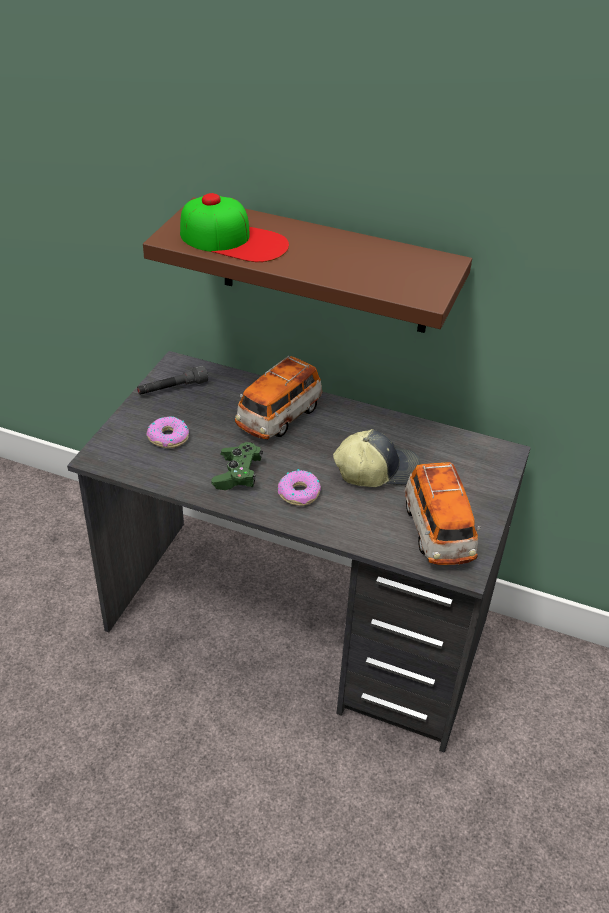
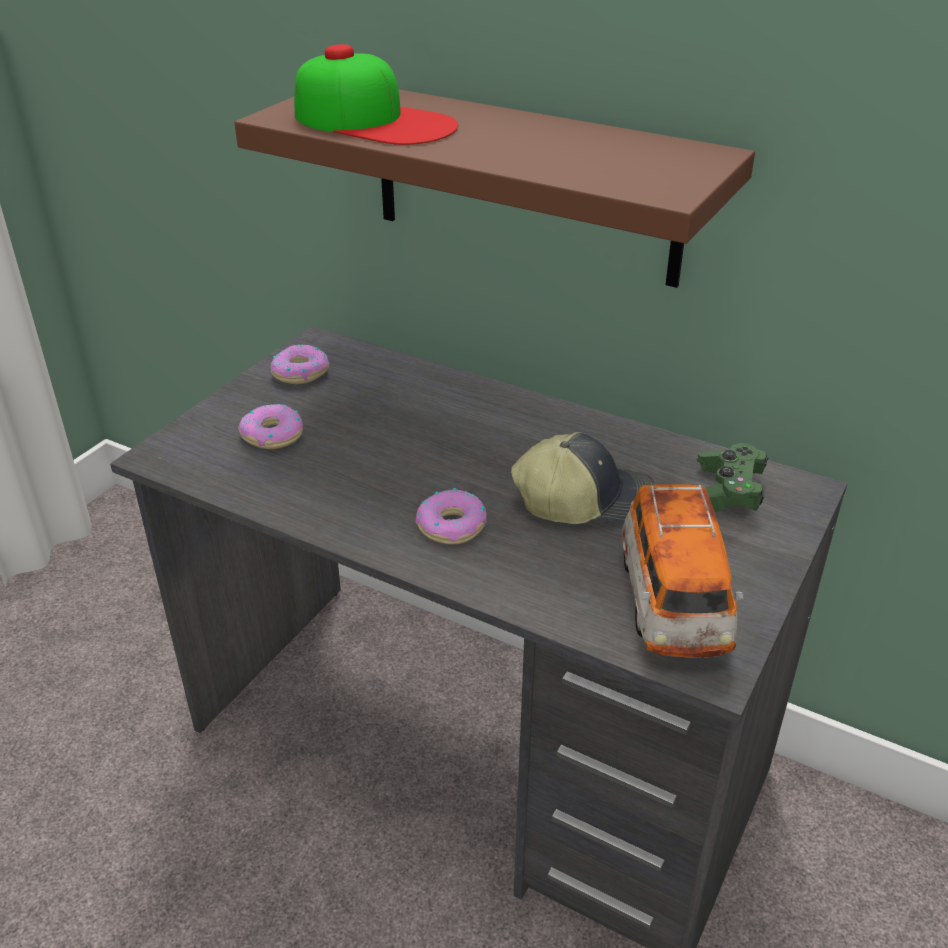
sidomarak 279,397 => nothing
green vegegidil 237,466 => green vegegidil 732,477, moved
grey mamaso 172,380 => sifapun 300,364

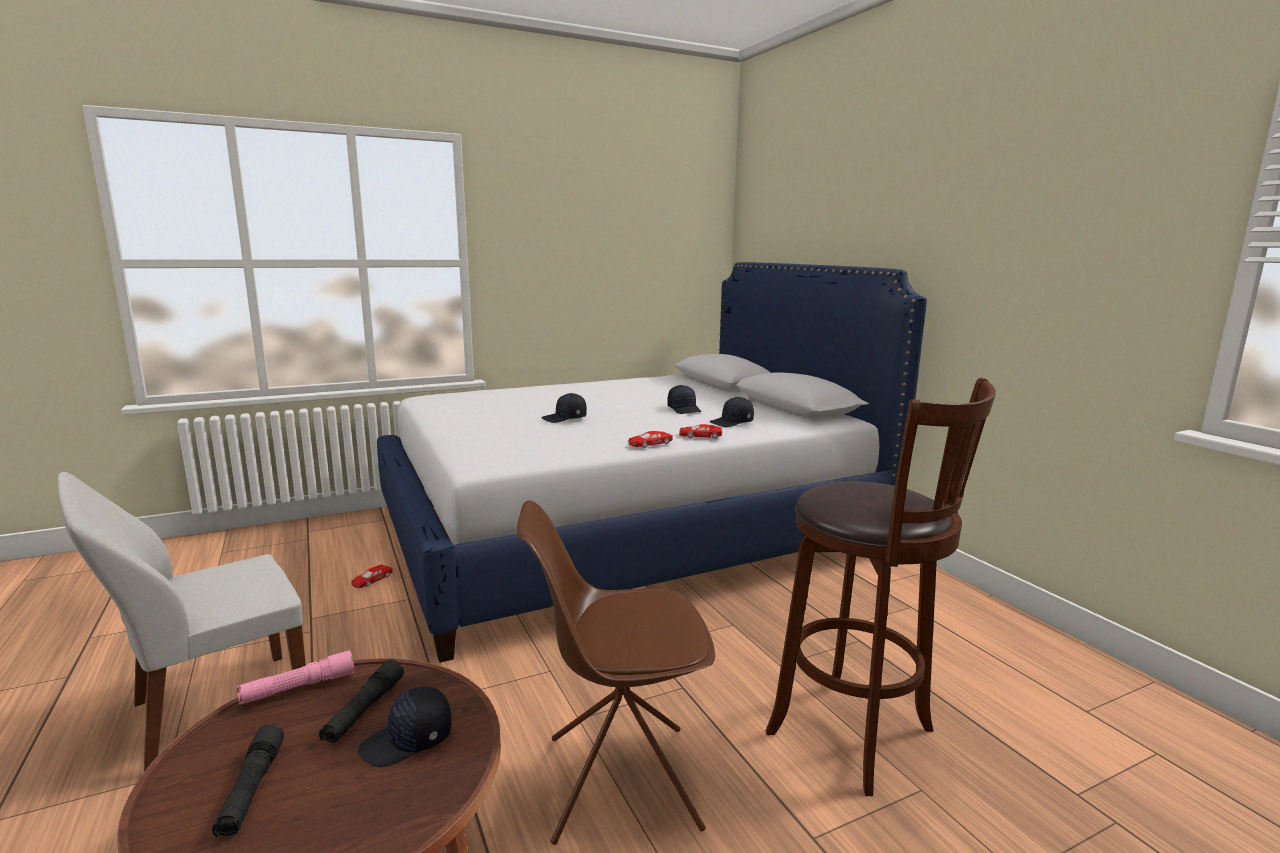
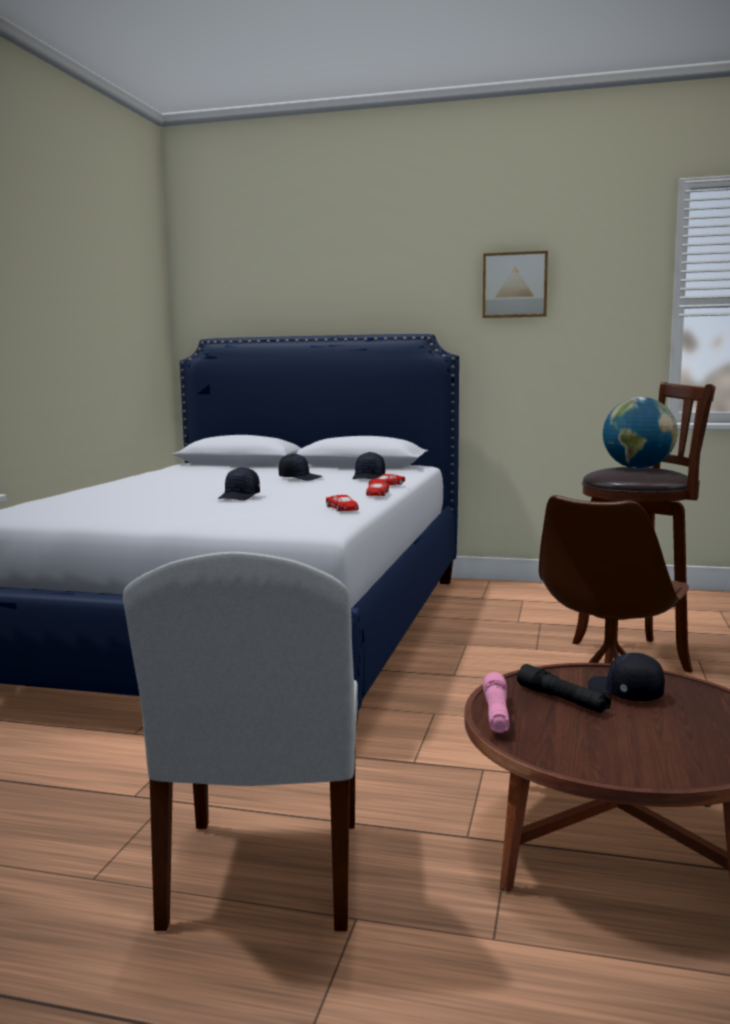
black mamaso 248,780 => nothing
nothing => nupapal 515,284
nothing => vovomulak 640,433
red sidomarak 372,576 => red sidomarak 342,503, moved
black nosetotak 404,727 => black nosetotak 626,677, 135 degrees clockwise

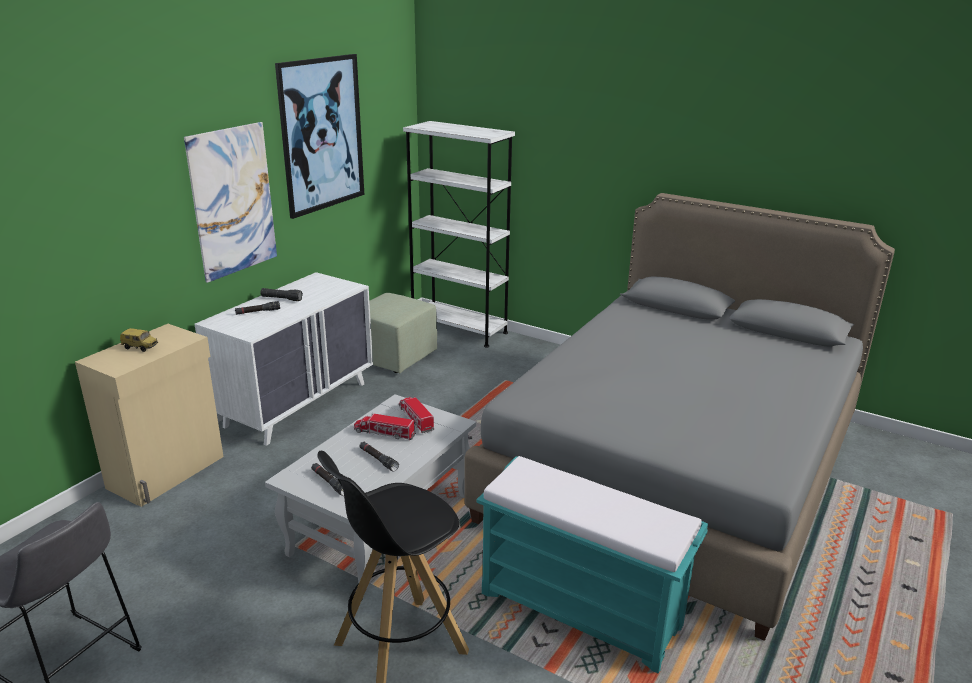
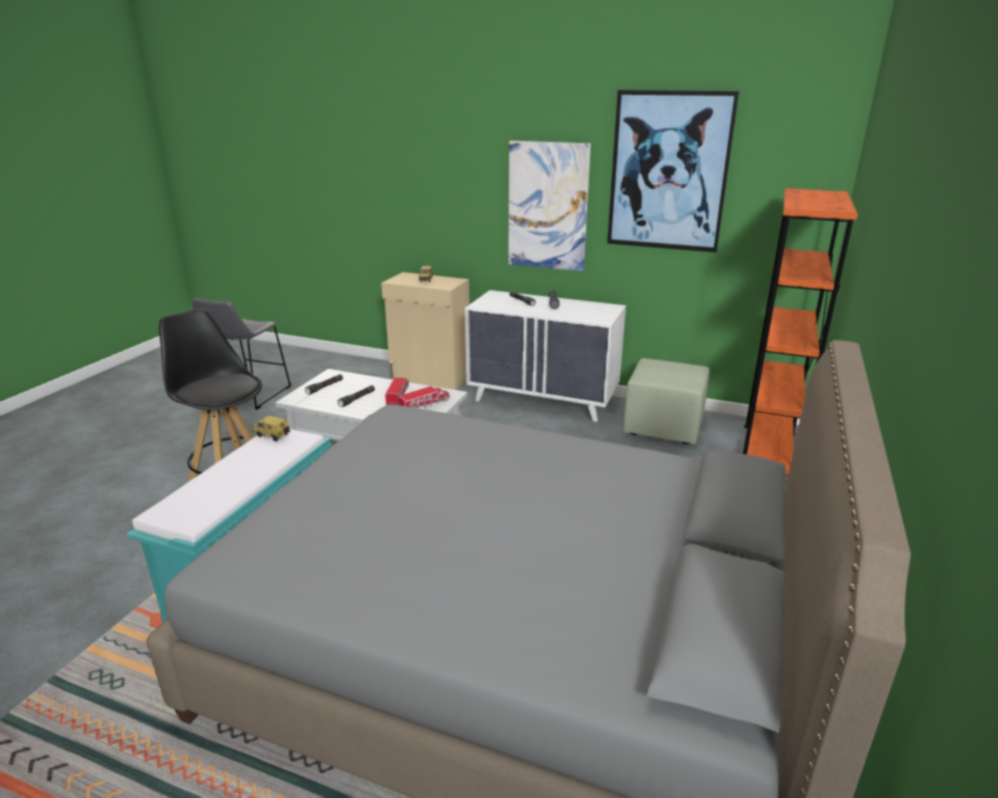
nothing => sidomarak 271,428
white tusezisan 459,234 => orange tusezisan 800,332

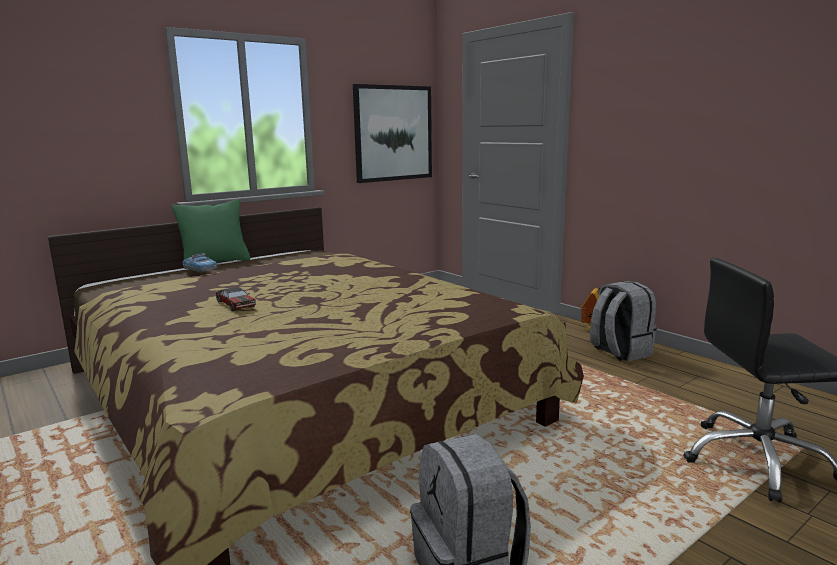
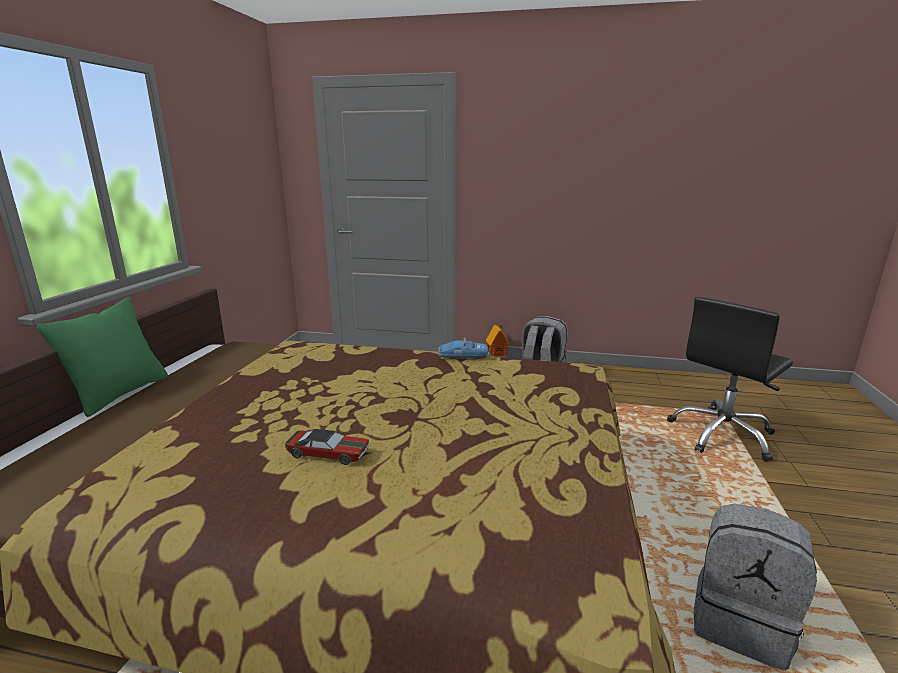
nupapal 392,133 => nothing
sidomarak 199,262 => sidomarak 463,348, moved

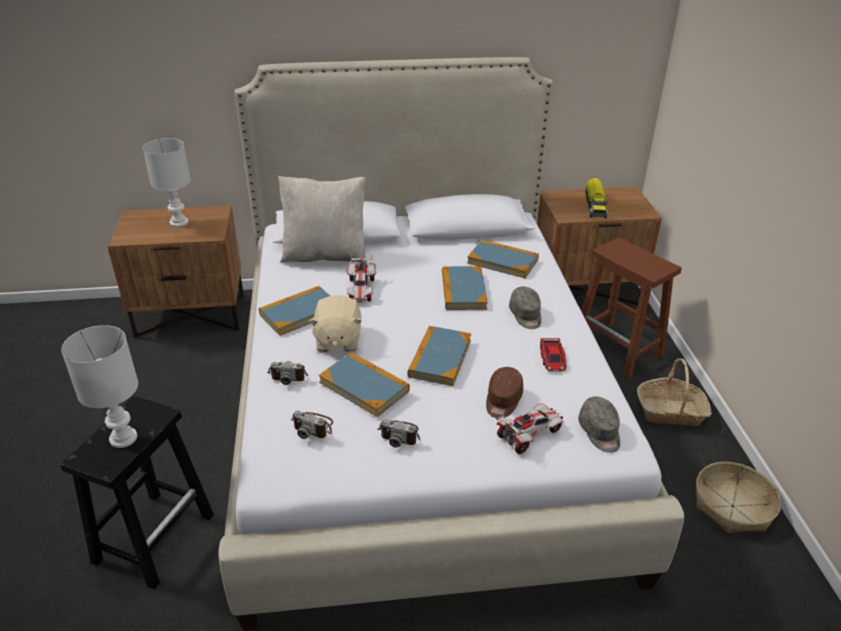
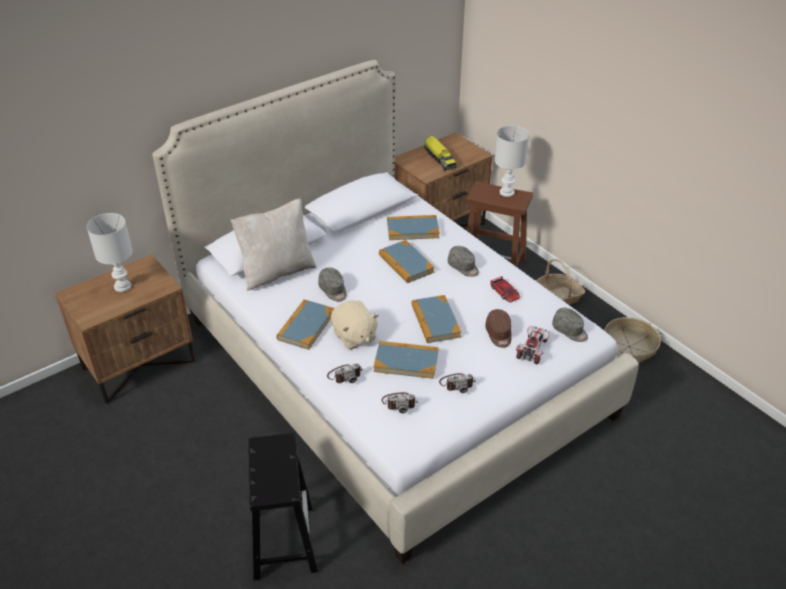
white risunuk 99,386 => white risunuk 511,161, moved
sidomarak 361,278 => grey nosetotak 332,284

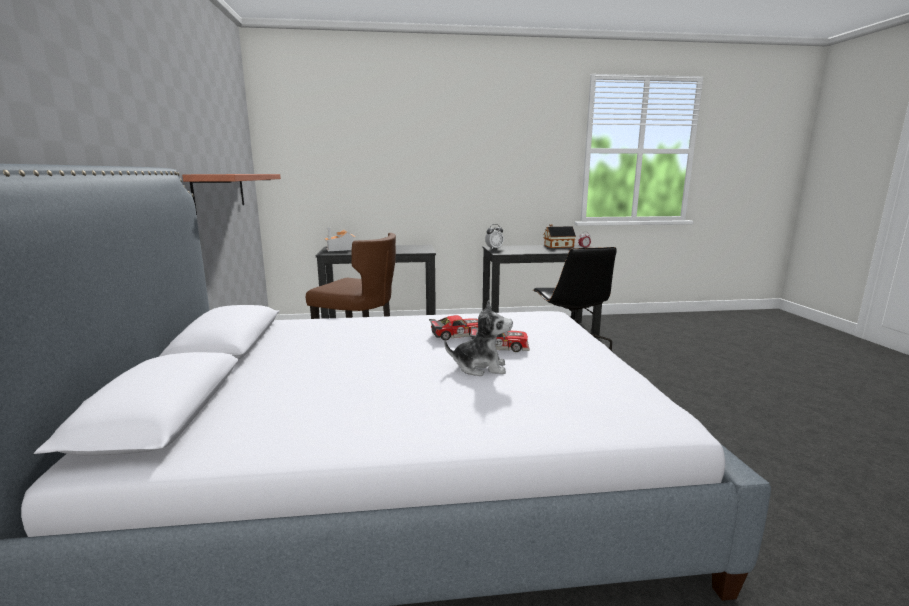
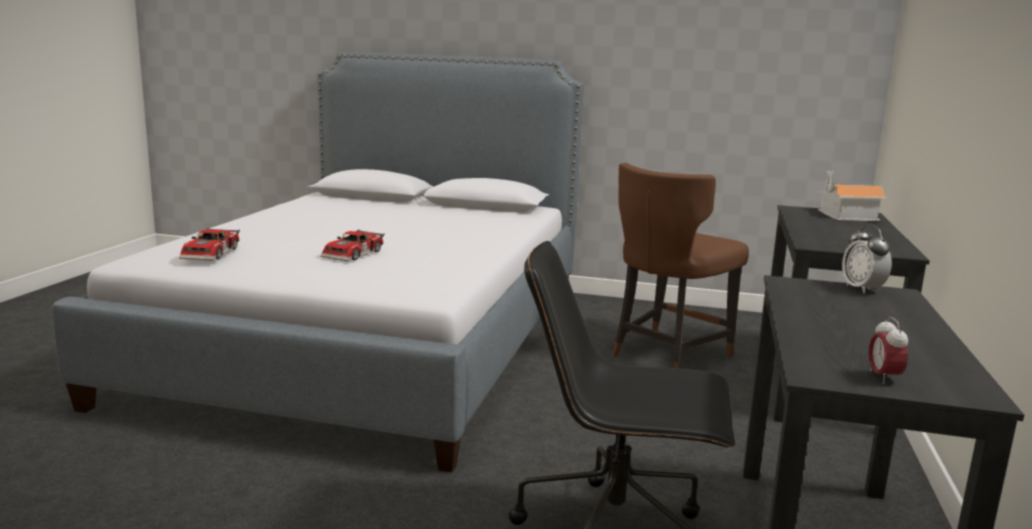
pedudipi 231,194 => nothing
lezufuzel 479,338 => nothing
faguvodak 559,236 => nothing
sidomarak 453,328 => sidomarak 209,244, moved

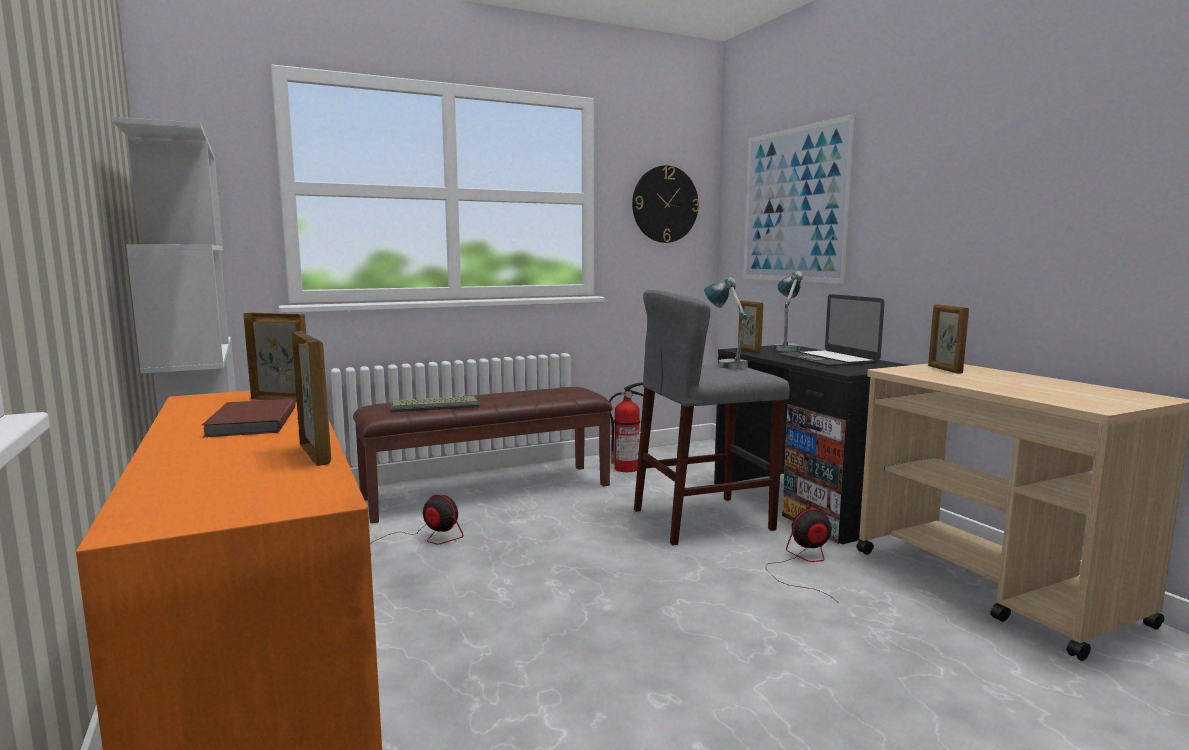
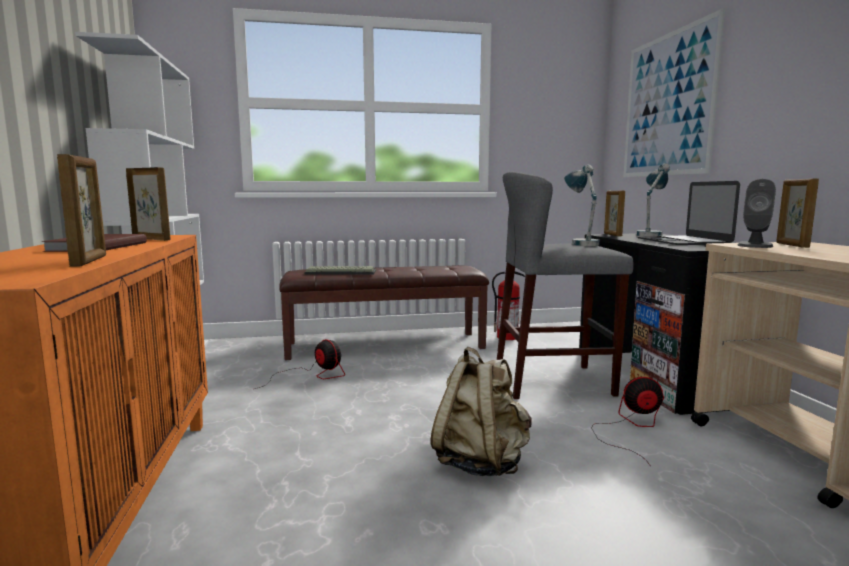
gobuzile 665,204 => nothing
nothing => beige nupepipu 481,411
nothing => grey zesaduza 757,213

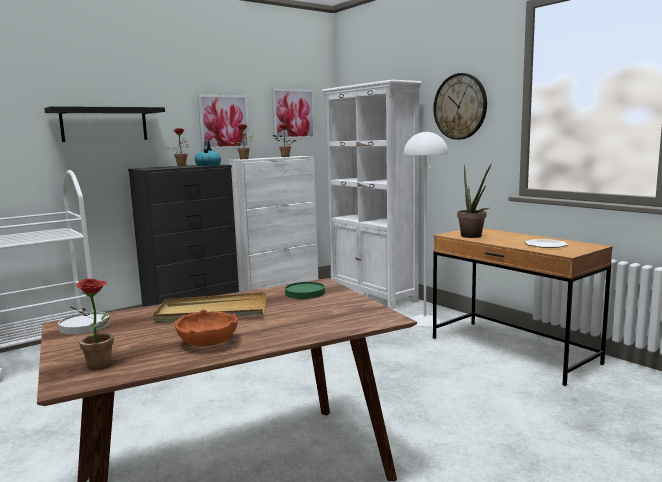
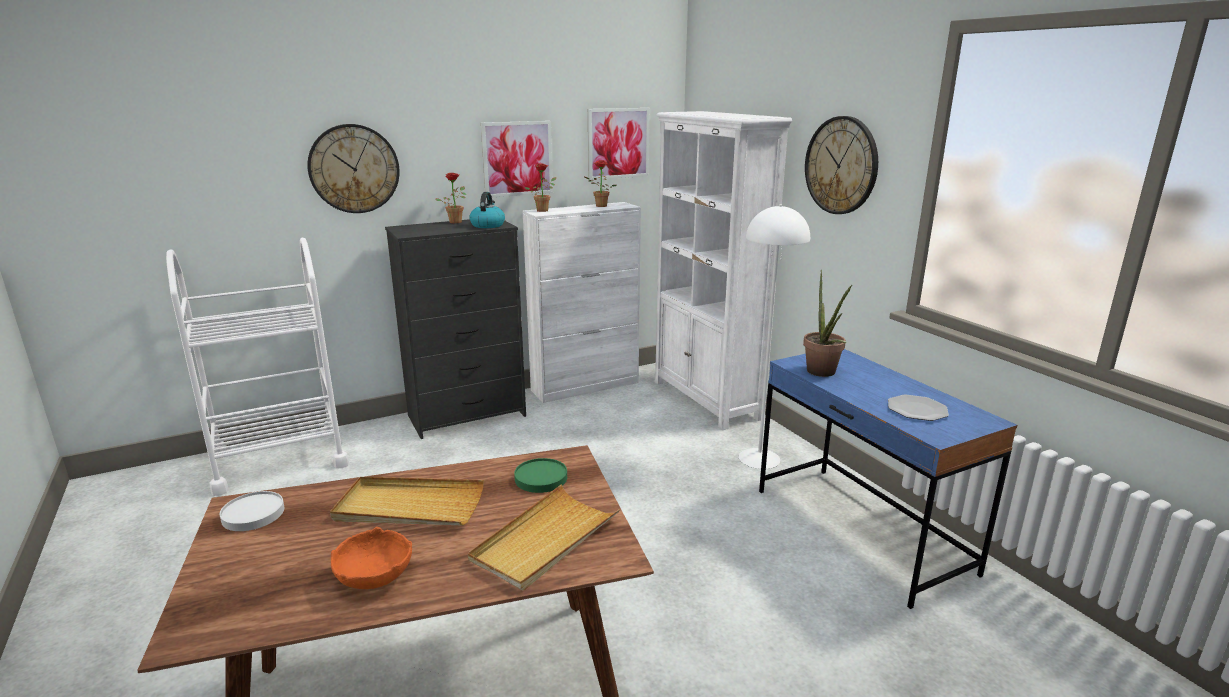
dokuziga 92,324 => nothing
nothing => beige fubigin 544,537
black pedudipi 104,124 => gobuzile 353,168
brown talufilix 523,307 => blue talufilix 888,479

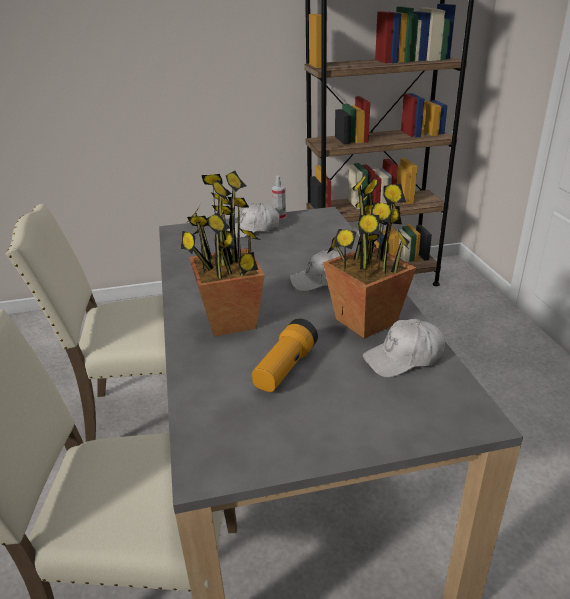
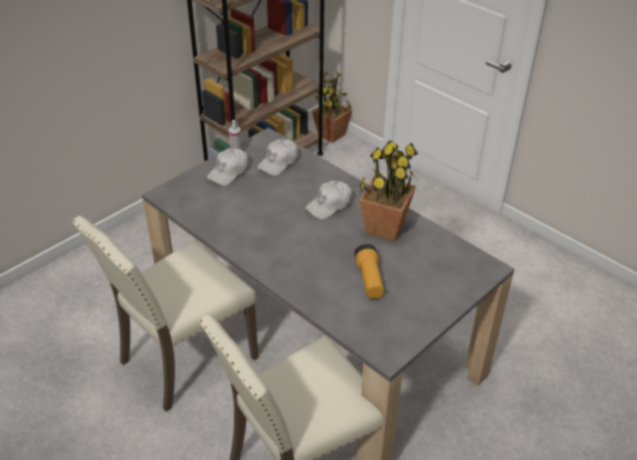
dokuziga 222,254 => dokuziga 332,106, moved
white nosetotak 404,348 => white nosetotak 277,157, moved

